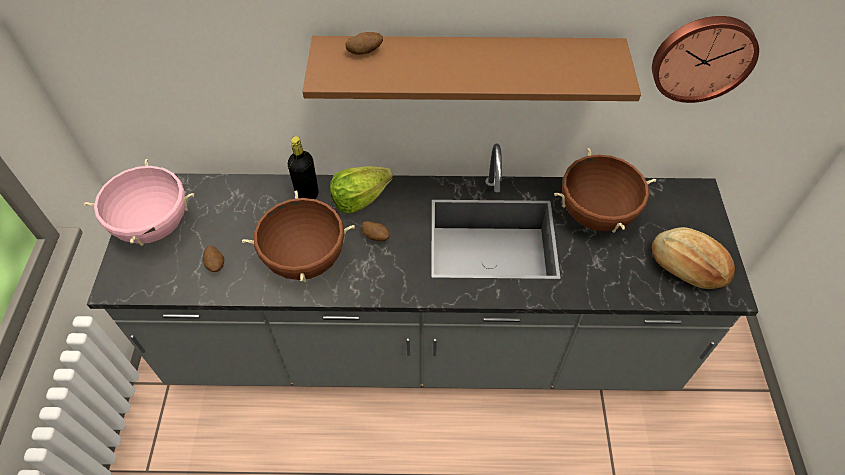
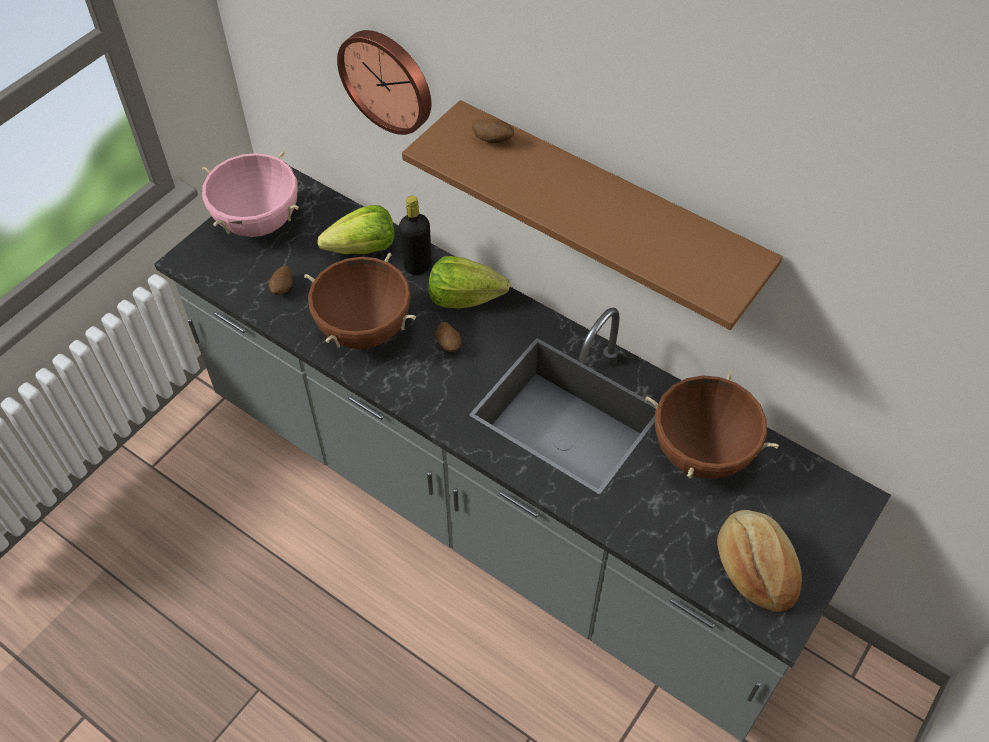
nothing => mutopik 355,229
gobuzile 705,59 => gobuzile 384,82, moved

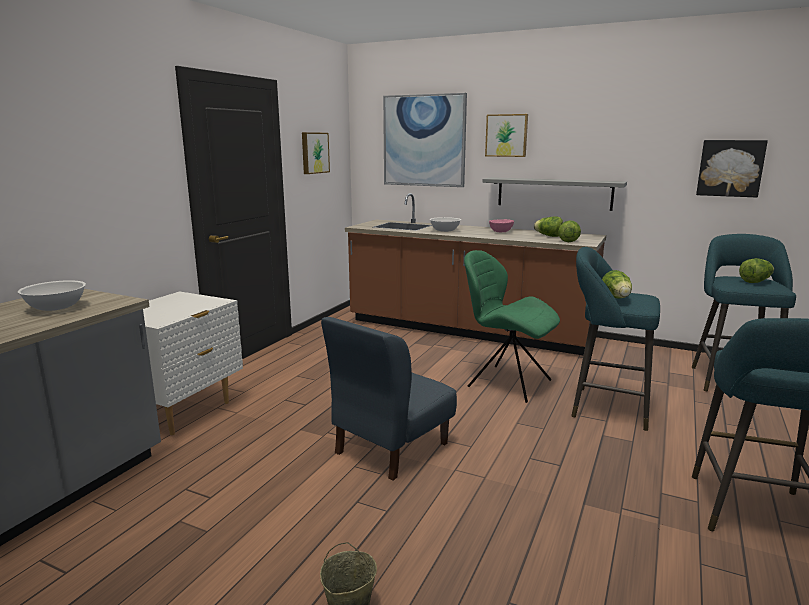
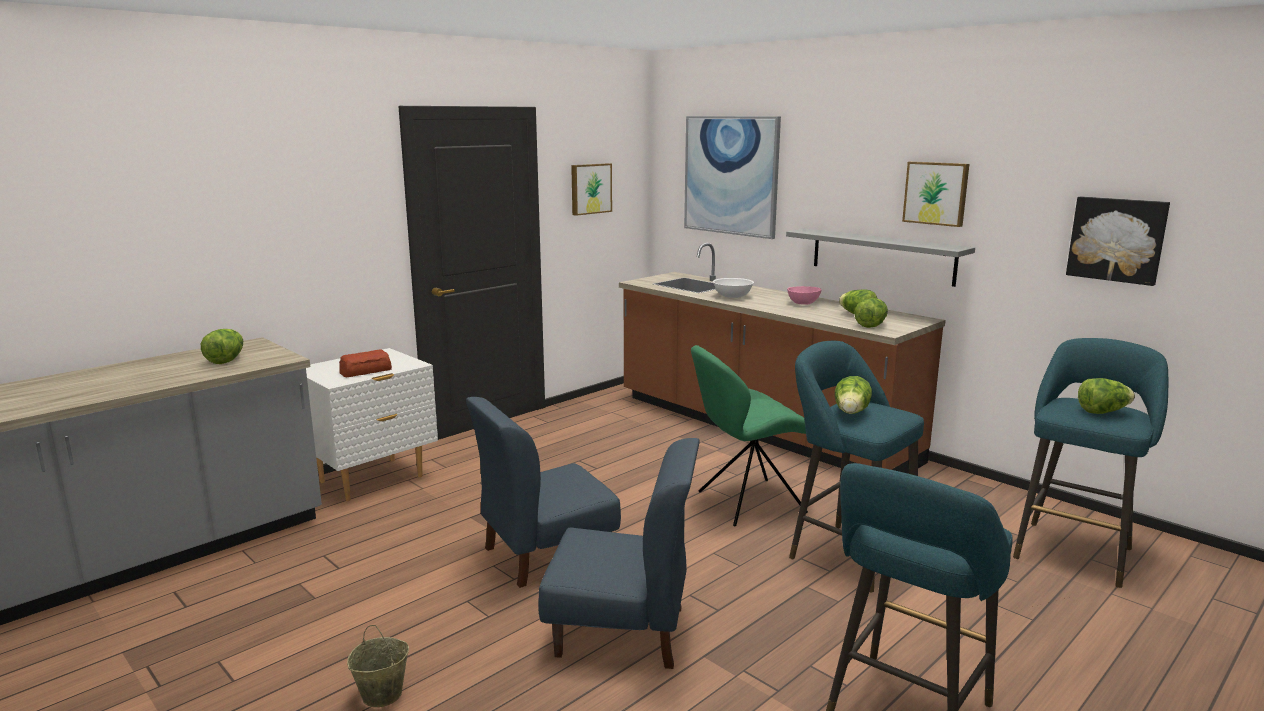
nothing => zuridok 365,363
nothing => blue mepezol 619,553
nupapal 506,135 => nupapal 935,194, moved
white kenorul 52,295 => mutopik 222,346
green mepezol 512,326 => green mepezol 749,435, 75 degrees counterclockwise

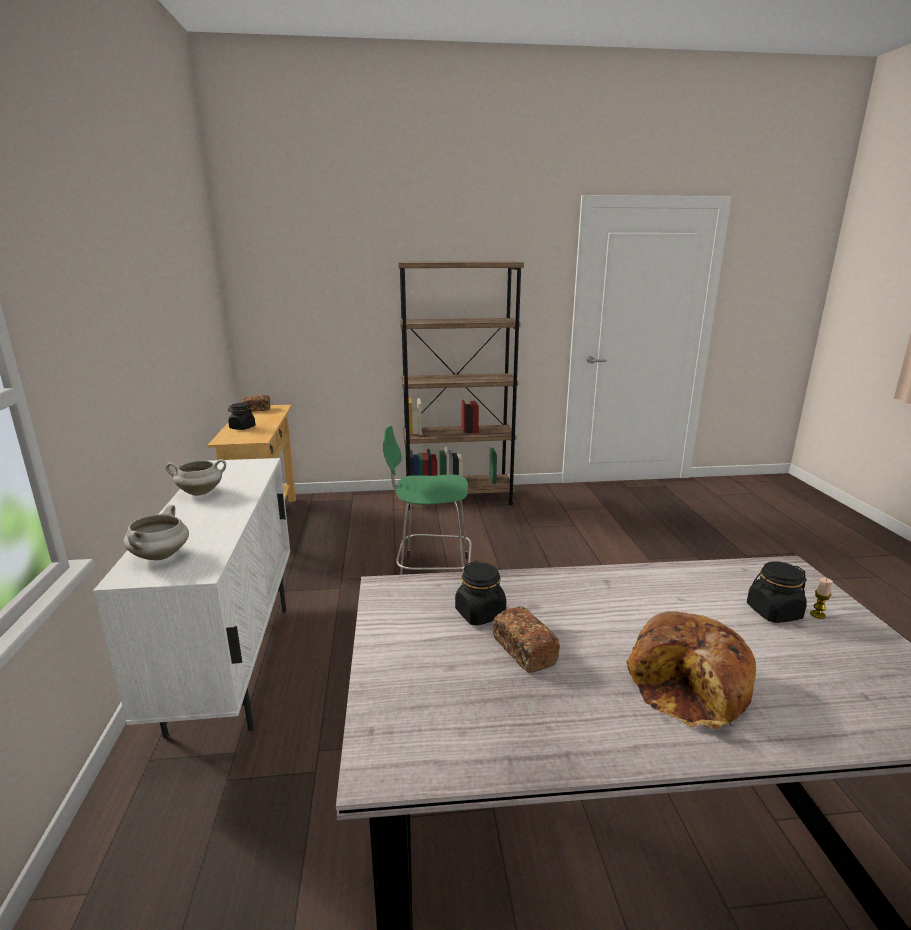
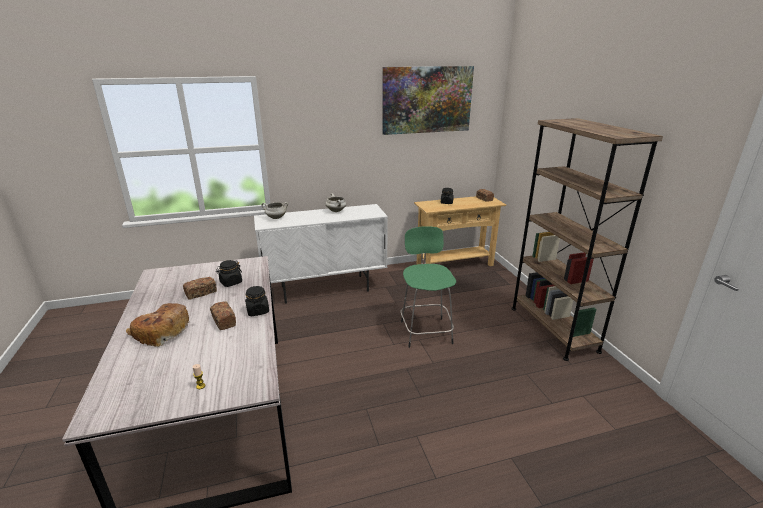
nothing => zuridok 223,315
nothing => nupapal 428,100
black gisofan 777,592 => black gisofan 257,301, moved

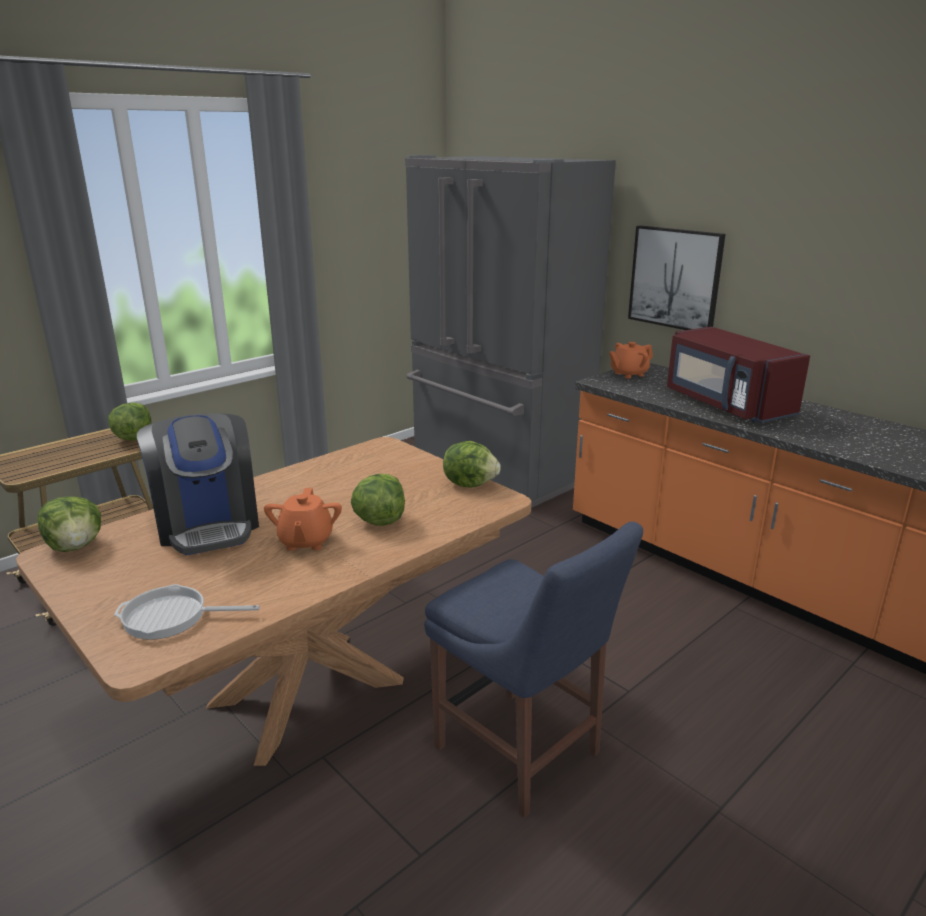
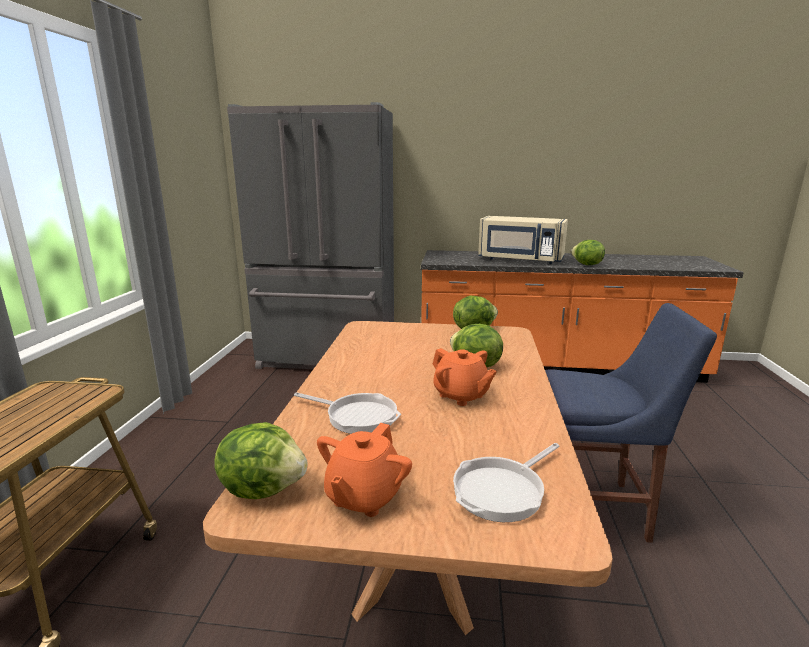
nupapal 677,277 => nothing
mutopik 129,421 => mutopik 588,252, moved
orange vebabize 631,360 => orange vebabize 364,470, moved
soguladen 198,484 => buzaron 347,413
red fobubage 738,375 => beige fobubage 523,240

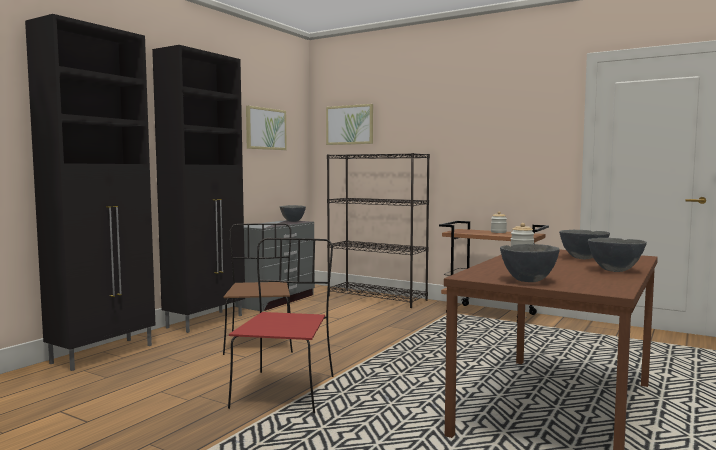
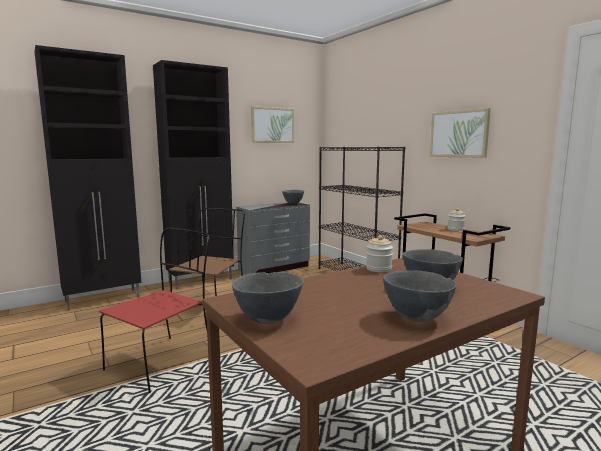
nupapal 349,124 => nupapal 460,133, moved

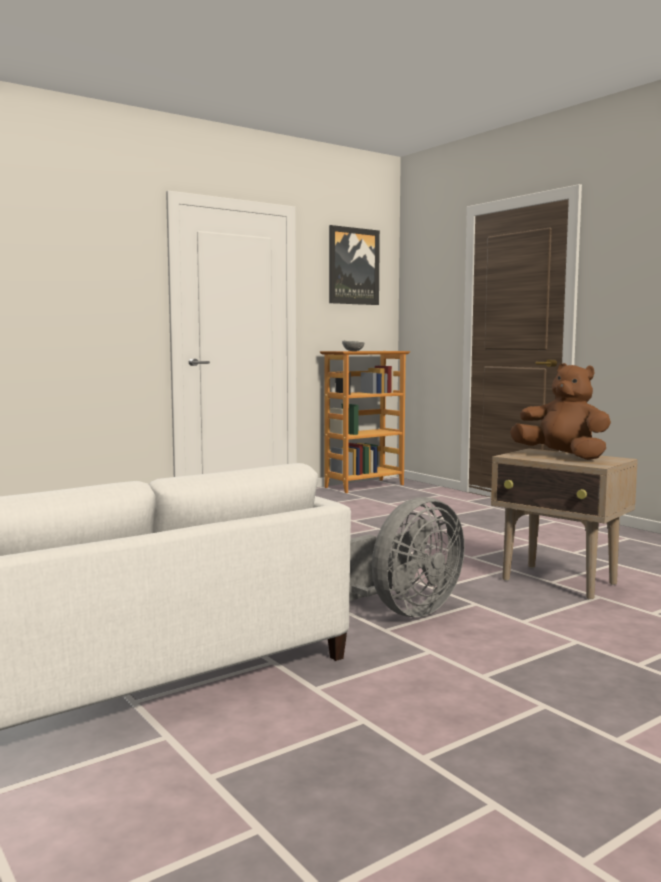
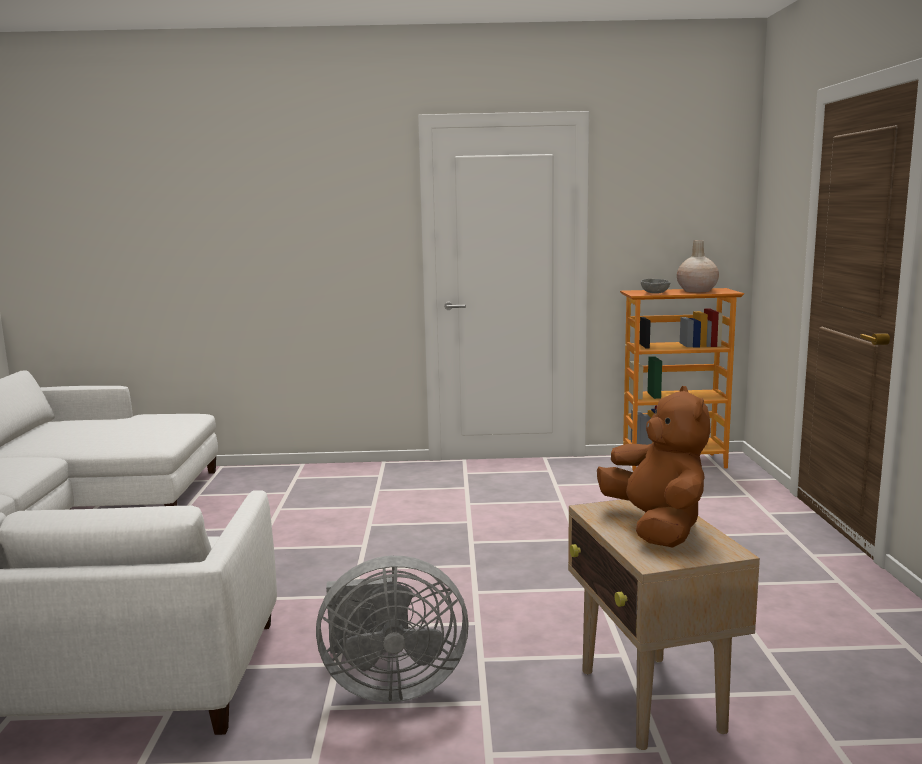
nupapal 354,265 => nothing
nothing => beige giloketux 698,266

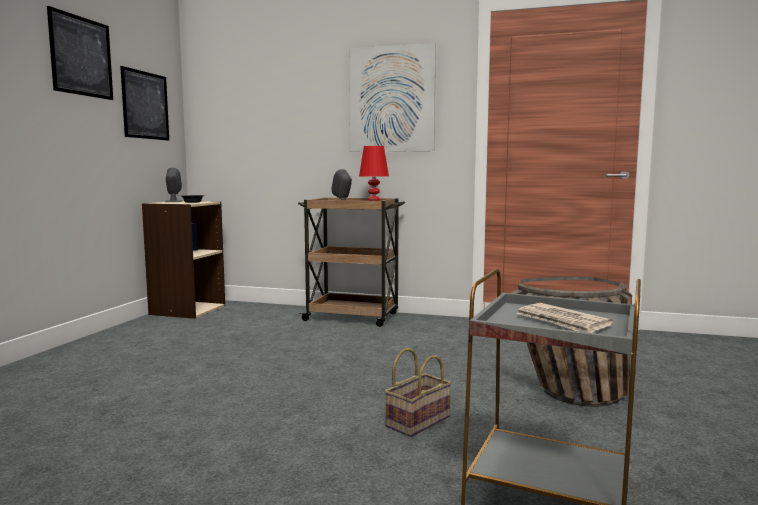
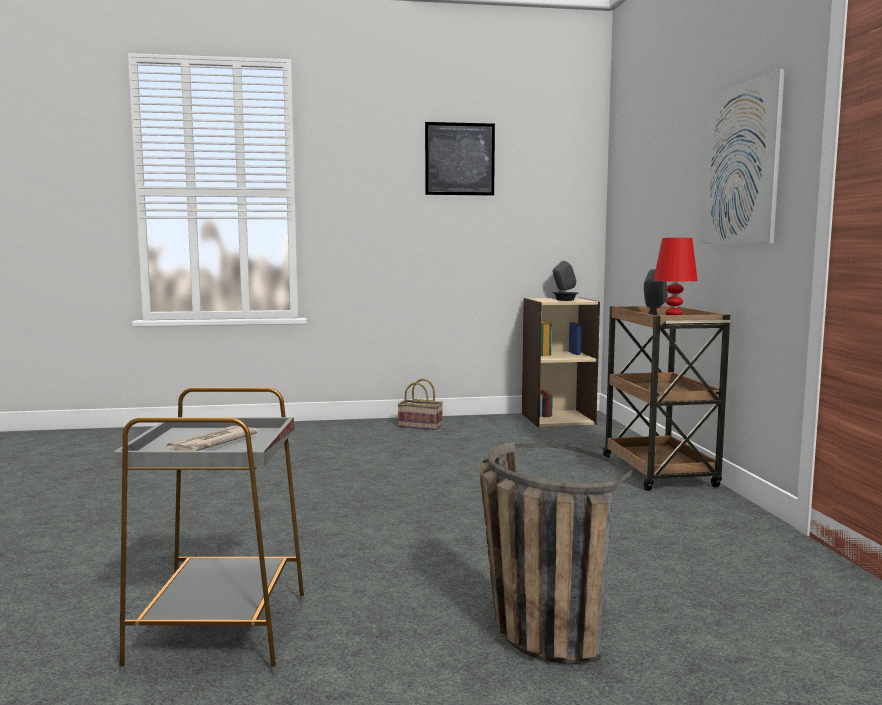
nupapal 144,103 => nothing
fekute 418,392 => fekute 420,404, moved

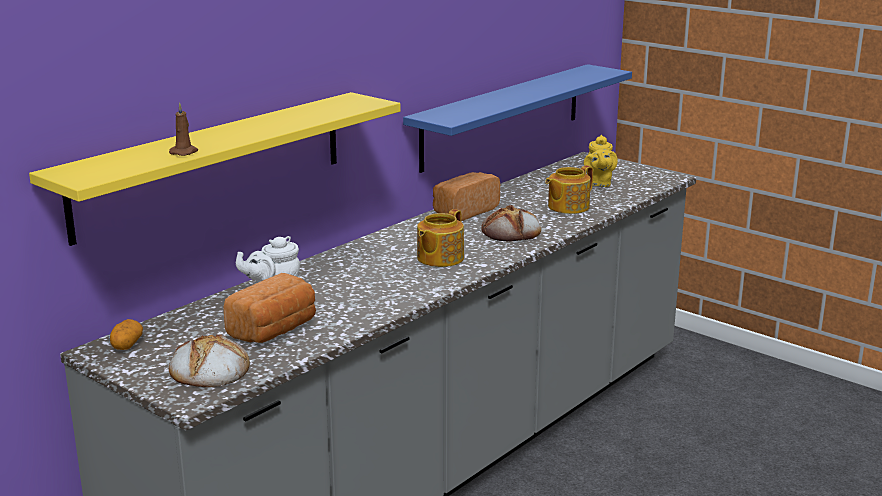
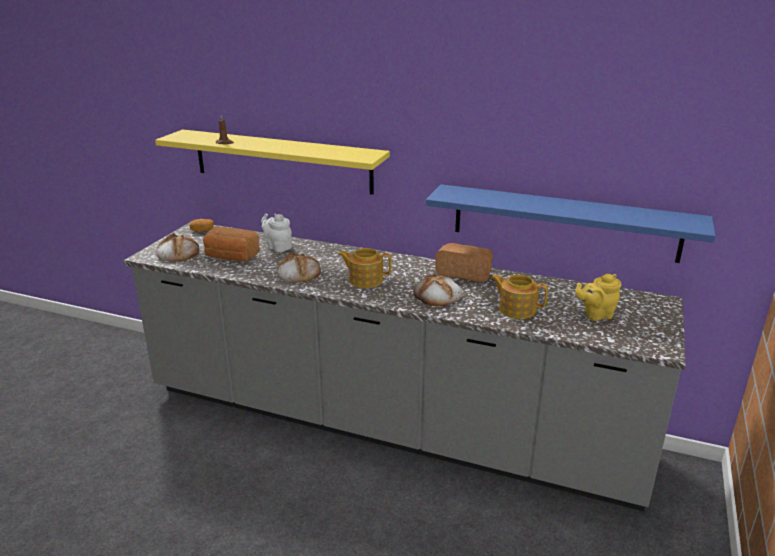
nothing => zuridok 299,267

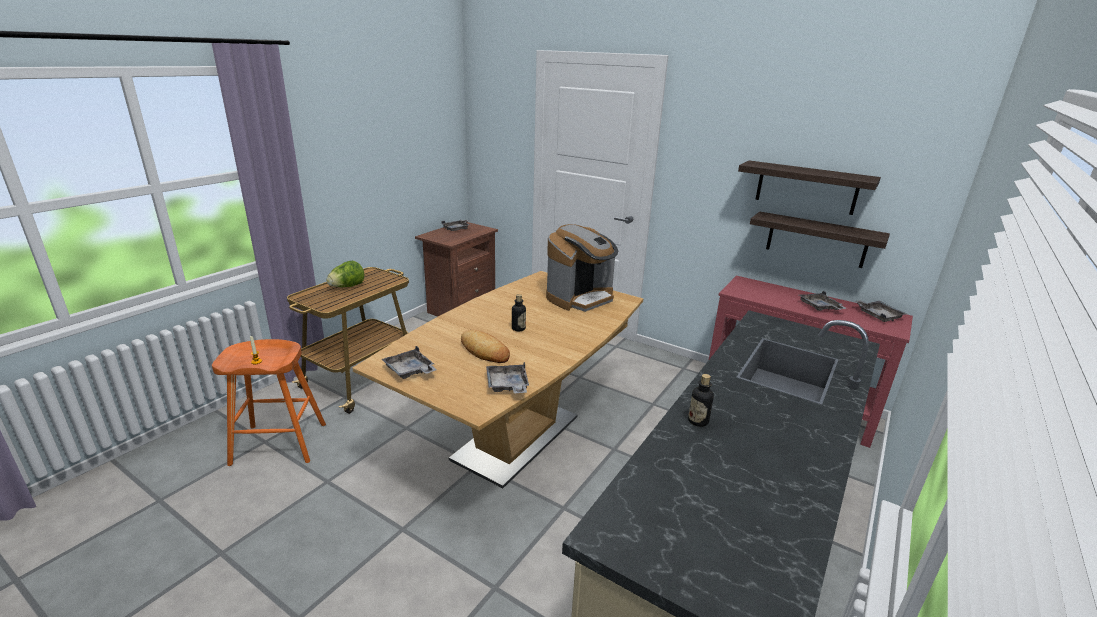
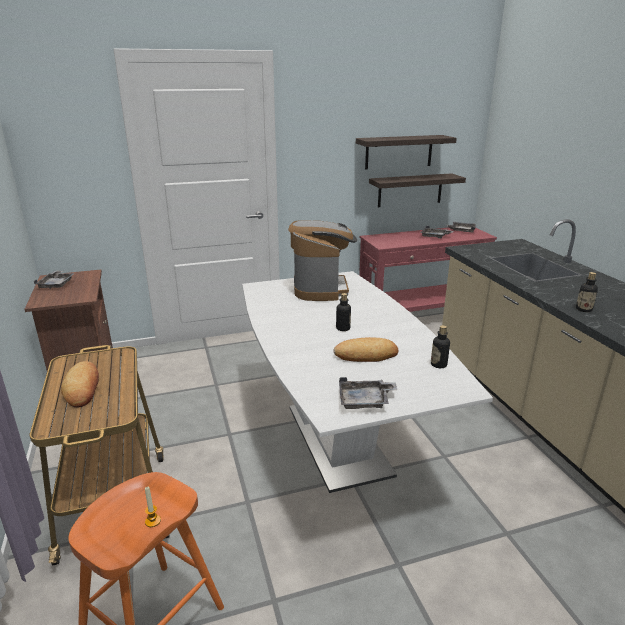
mutopik 345,274 => zuridok 80,384
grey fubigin 507,377 => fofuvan 440,346
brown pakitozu 497,379 => white pakitozu 367,382

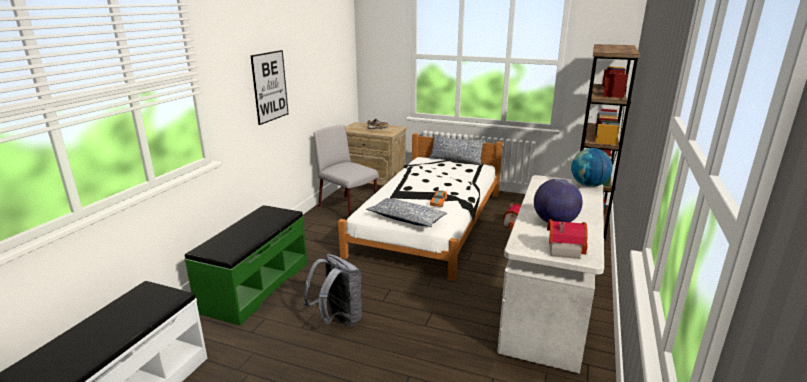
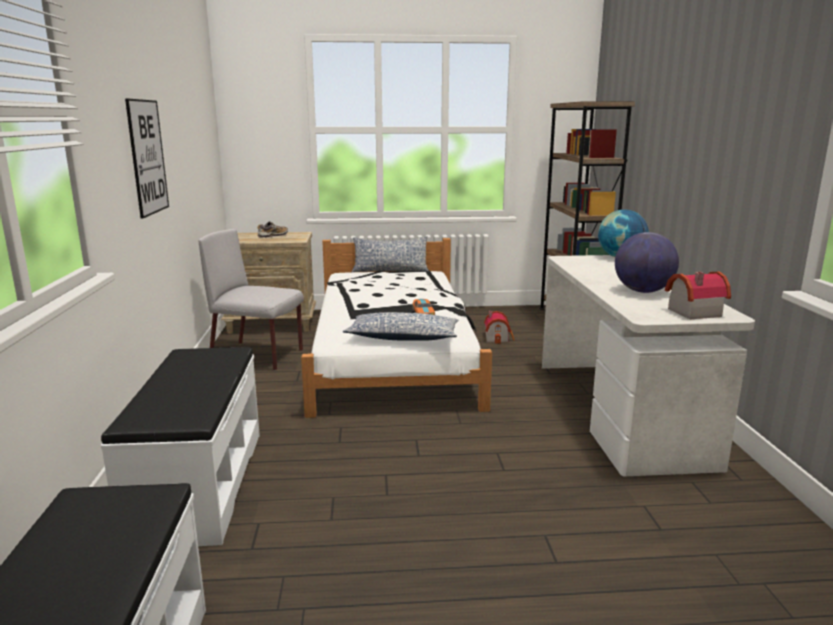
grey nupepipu 332,290 => nothing
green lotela 246,265 => white lotela 180,446

